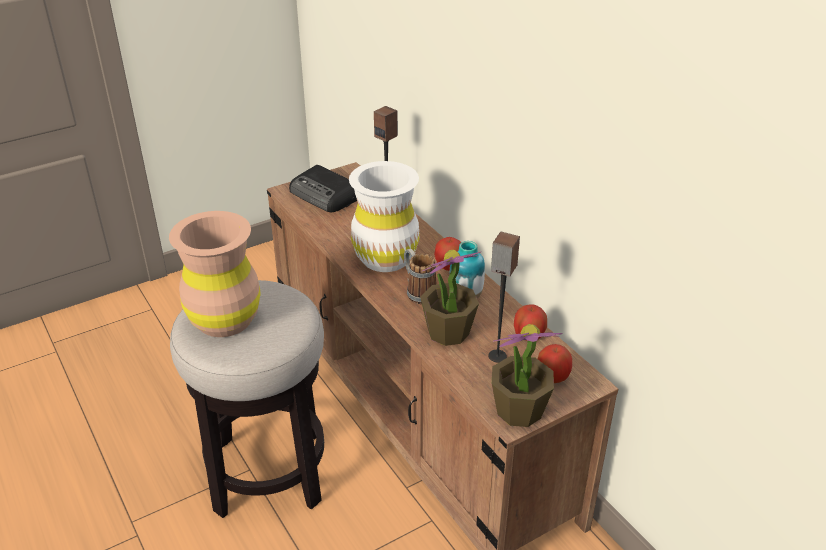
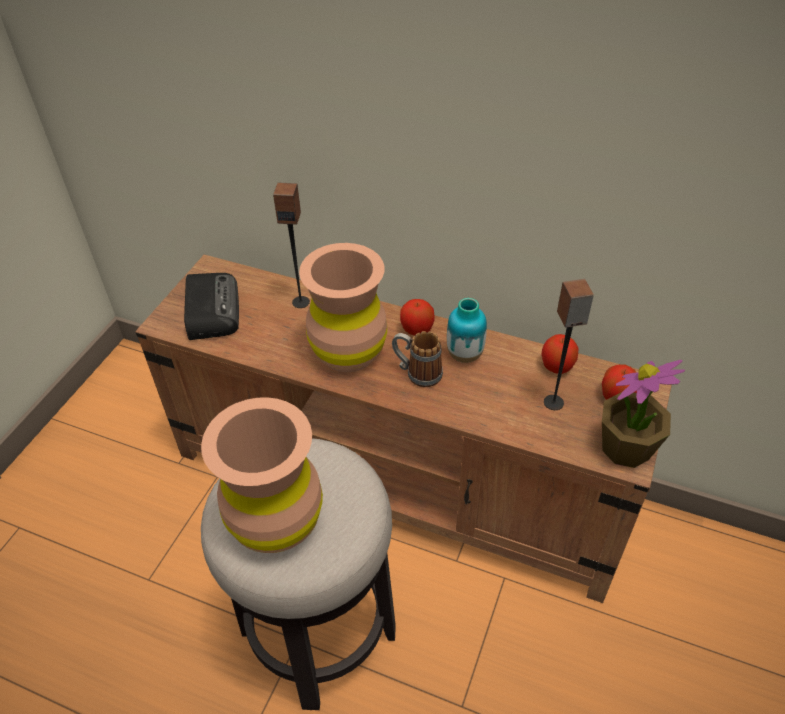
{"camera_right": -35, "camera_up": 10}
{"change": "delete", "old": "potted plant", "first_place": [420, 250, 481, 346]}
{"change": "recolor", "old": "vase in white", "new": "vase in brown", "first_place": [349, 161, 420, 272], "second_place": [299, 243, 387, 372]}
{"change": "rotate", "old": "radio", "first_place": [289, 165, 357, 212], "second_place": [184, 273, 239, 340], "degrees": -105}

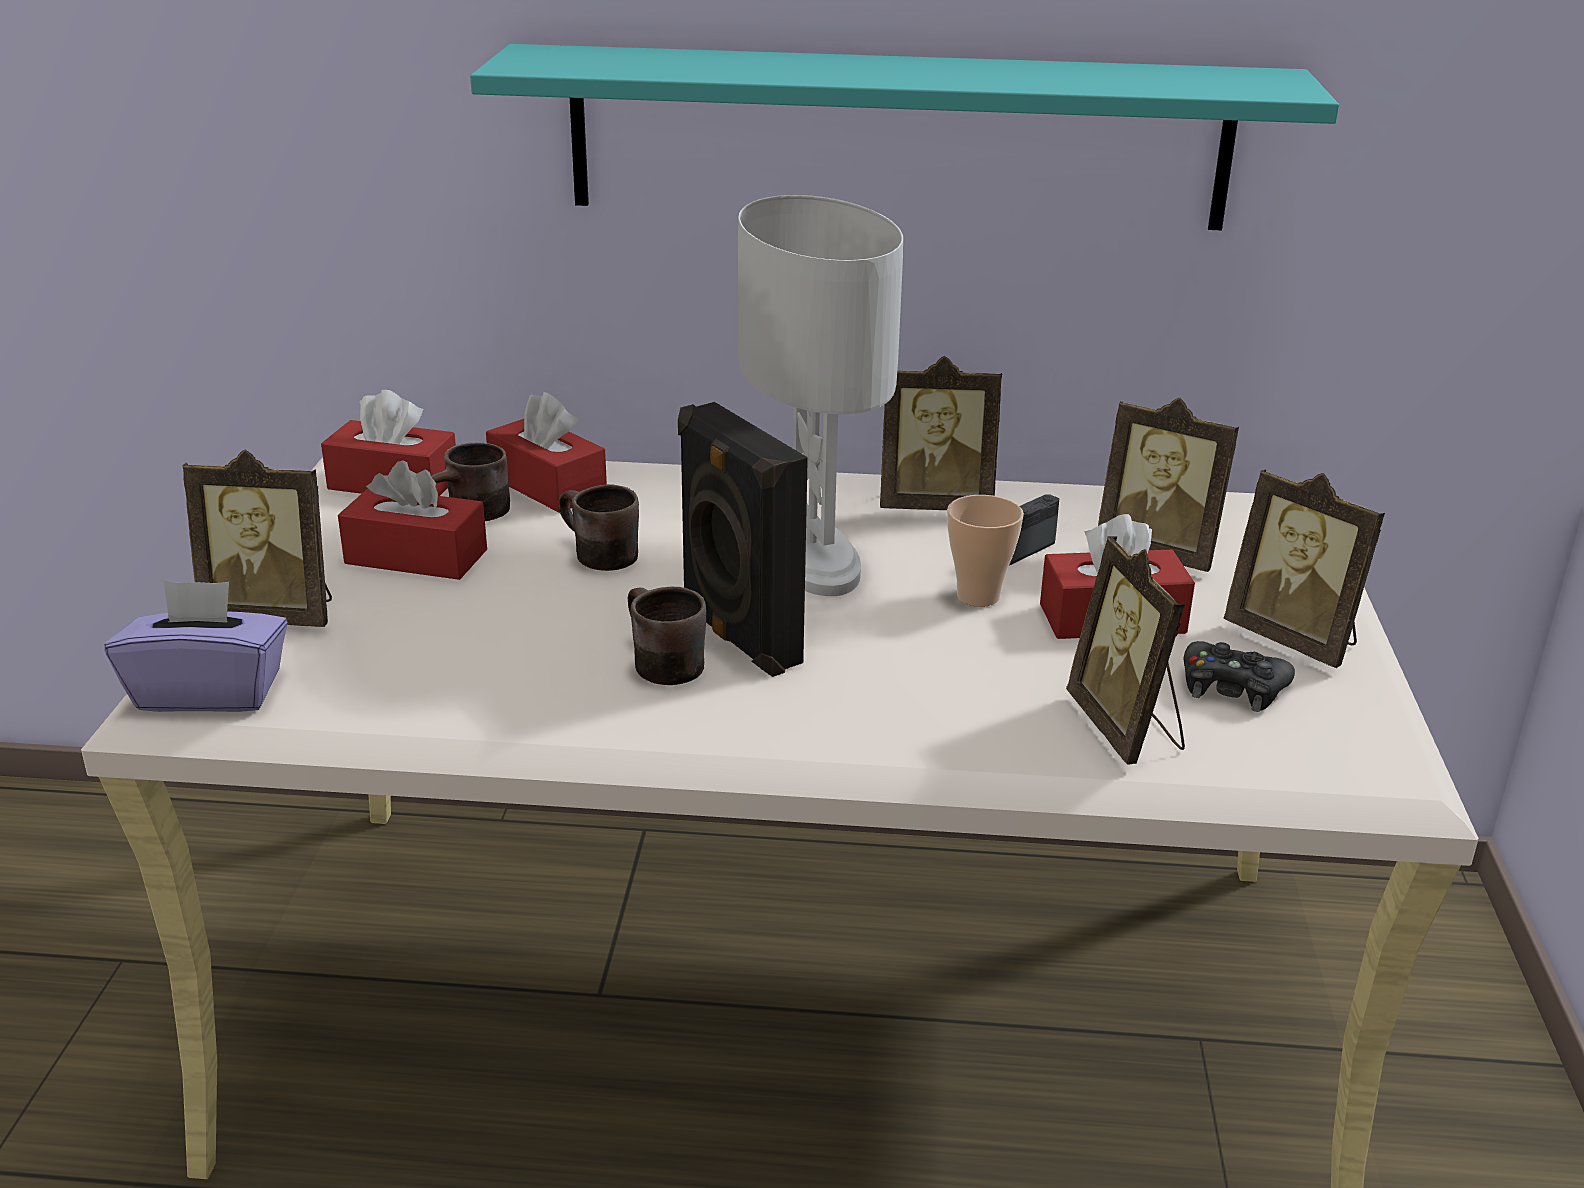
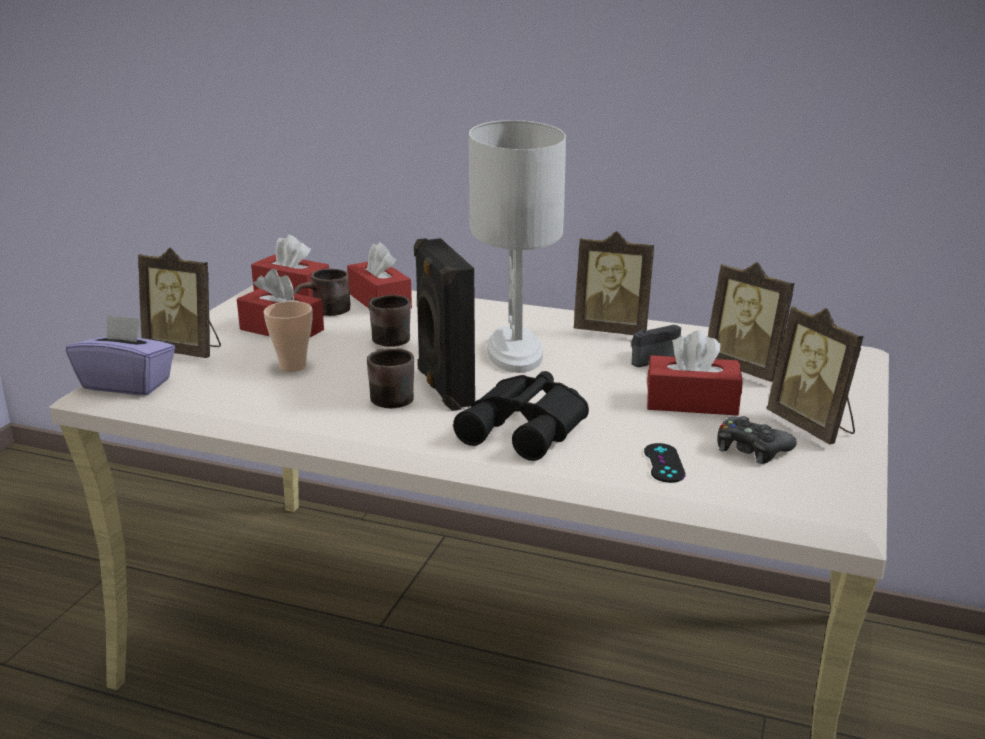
{"camera_right": 15, "camera_up": -5}
{"change": "delete", "old": "shelf in turquoise", "first_place": [470, 44, 1339, 231]}
{"change": "insert", "new": "binoculars in black", "second_place": [453, 371, 589, 461]}
{"change": "move", "old": "cup", "first_place": [947, 495, 1024, 607], "second_place": [264, 301, 313, 372]}
{"change": "replace", "old": "picture frame", "new": "game controller in black", "first_place": [1066, 536, 1185, 765], "second_place": [644, 443, 686, 483]}

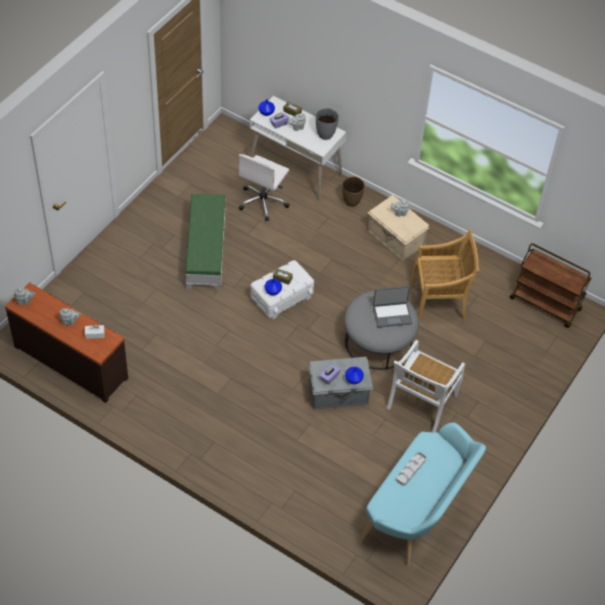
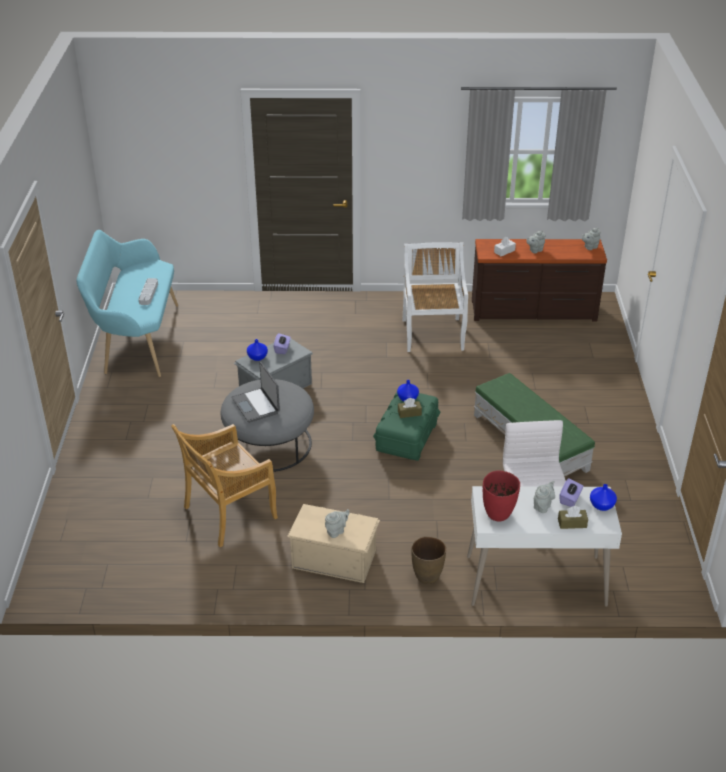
{"camera_right": 150, "camera_up": -15}
{"change": "delete", "old": "cart in brown", "first_place": [510, 243, 592, 328]}
{"change": "move", "old": "chair in white", "first_place": [387, 340, 465, 432], "second_place": [402, 242, 468, 352]}
{"change": "recolor", "old": "storage box in white", "new": "storage box in green", "first_place": [250, 260, 314, 320], "second_place": [373, 392, 441, 461]}
{"change": "recolor", "old": "vase in grey", "new": "vase in red", "first_place": [316, 108, 339, 140], "second_place": [483, 470, 520, 521]}
{"change": "rotate", "old": "laptop", "first_place": [373, 286, 412, 328], "second_place": [232, 362, 280, 423], "degrees": -75}

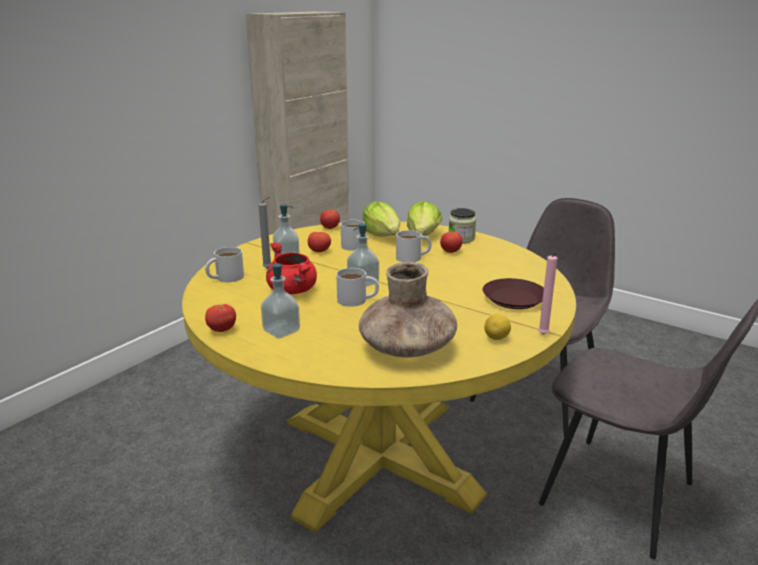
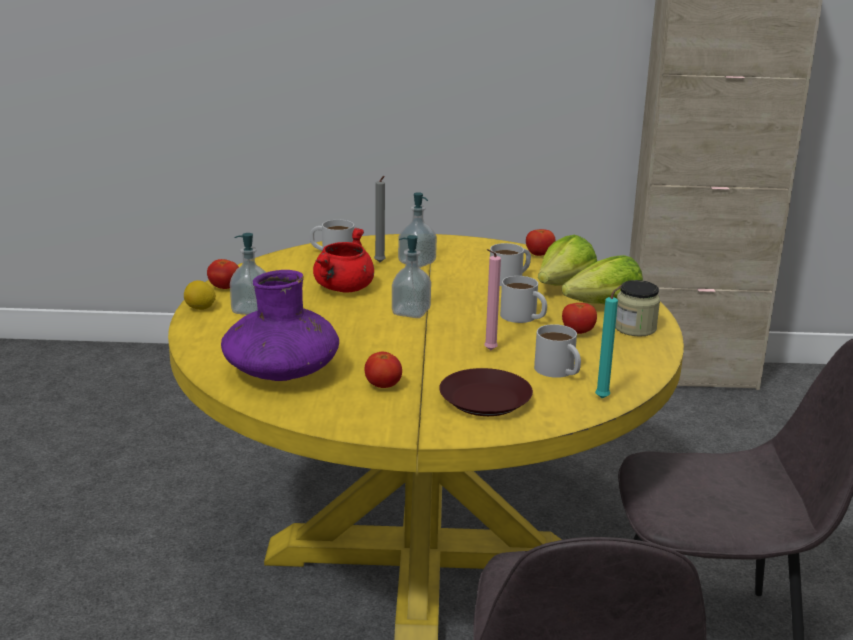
{"camera_right": 55, "camera_up": 0}
{"change": "insert", "new": "candle in turquoise", "second_place": [595, 285, 622, 399]}
{"change": "move", "old": "tomato", "first_place": [308, 232, 331, 252], "second_place": [365, 352, 402, 388]}
{"change": "move", "old": "mug in white", "first_place": [336, 268, 379, 307], "second_place": [534, 324, 581, 378]}
{"change": "move", "old": "lemon", "first_place": [484, 314, 511, 340], "second_place": [184, 280, 216, 310]}
{"change": "move", "old": "candle in pink", "first_place": [538, 251, 557, 335], "second_place": [484, 249, 501, 350]}
{"change": "recolor", "old": "vase in brown", "new": "vase in purple", "first_place": [359, 262, 457, 357], "second_place": [221, 270, 339, 381]}

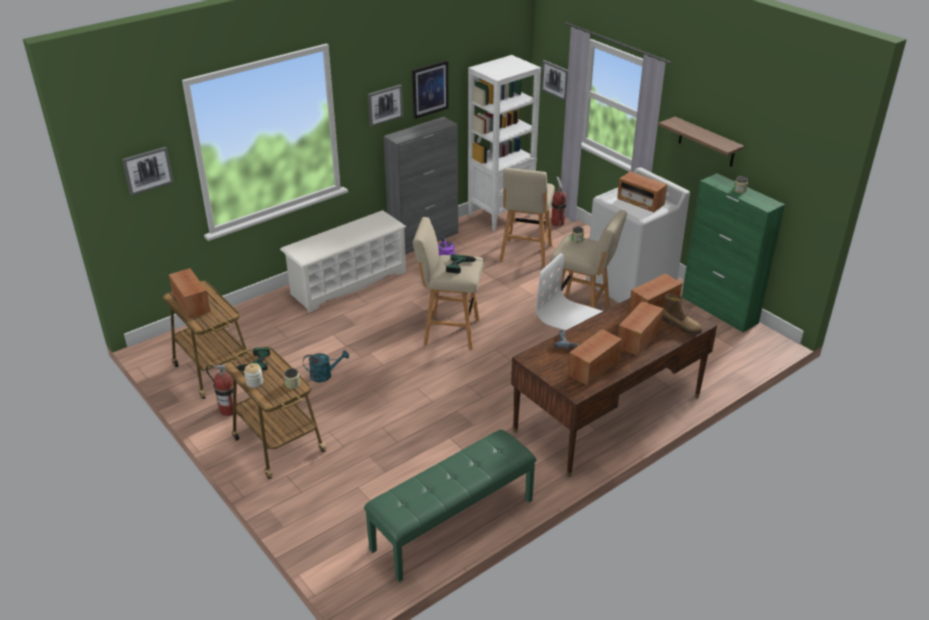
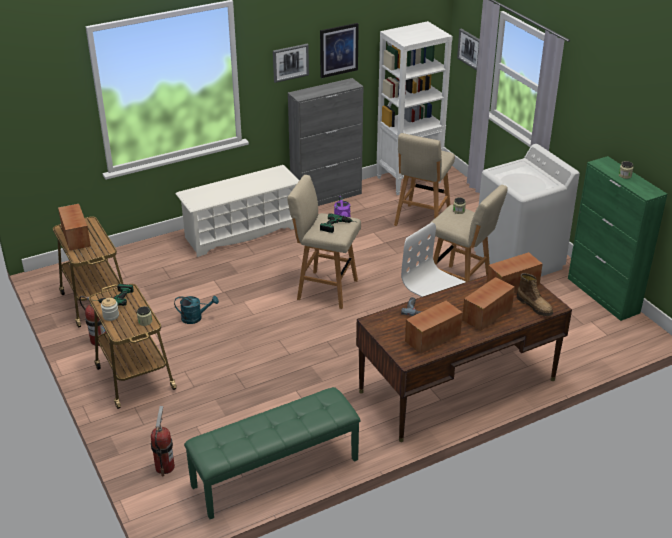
{"camera_right": 10, "camera_up": 0}
{"change": "delete", "old": "picture", "first_place": [122, 147, 174, 196]}
{"change": "delete", "old": "radio", "first_place": [617, 171, 667, 212]}
{"change": "delete", "old": "shelf", "first_place": [658, 117, 744, 167]}
{"change": "move", "old": "fire extinguisher", "first_place": [551, 177, 567, 227], "second_place": [151, 406, 175, 476]}

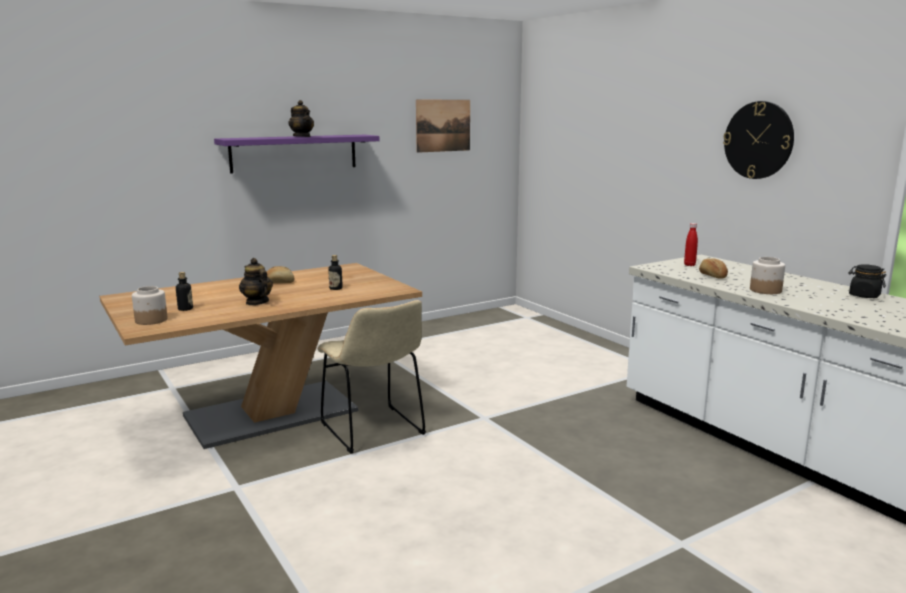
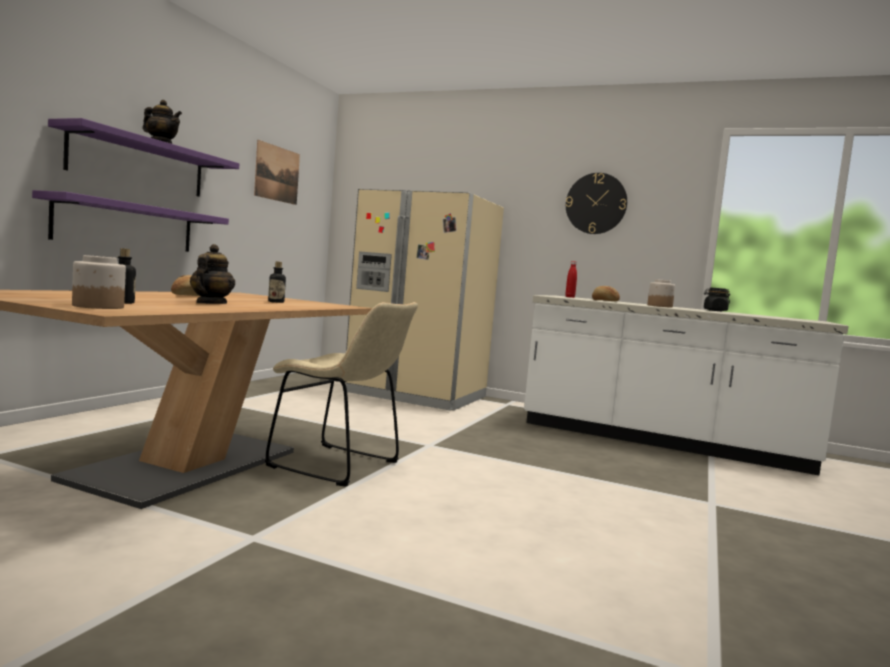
{"camera_right": -35, "camera_up": -10}
{"change": "insert", "new": "shelf in purple", "second_place": [32, 190, 229, 252]}
{"change": "insert", "new": "fridge in beige", "second_place": [345, 189, 504, 411]}
{"change": "rotate", "old": "teapot", "first_place": [239, 258, 273, 305], "second_place": [190, 244, 235, 304], "degrees": 75}

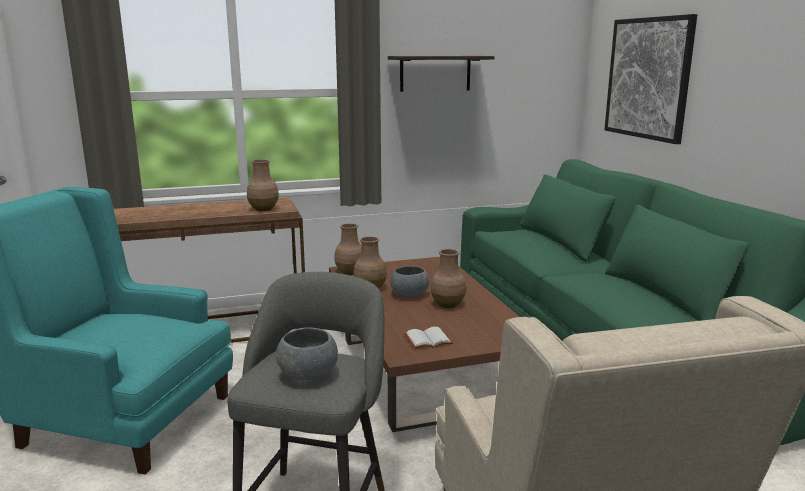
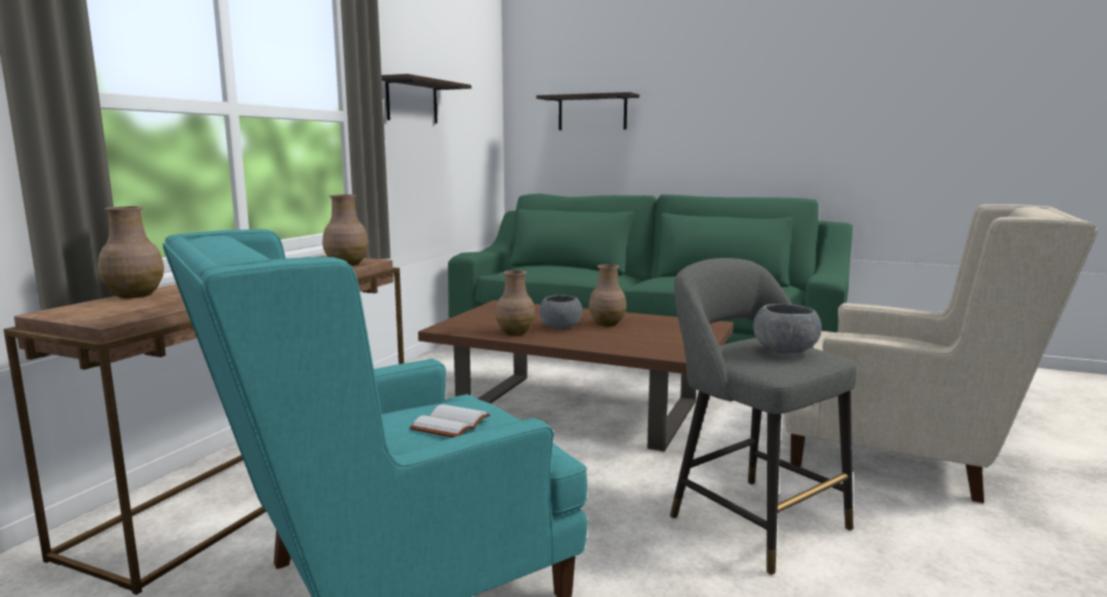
{"camera_right": -50, "camera_up": -5}
{"change": "move", "old": "vase in brown", "first_place": [334, 223, 361, 275], "second_place": [98, 206, 164, 298]}
{"change": "move", "old": "book in white", "first_place": [404, 327, 453, 349], "second_place": [409, 404, 490, 437]}
{"change": "replace", "old": "picture", "new": "shelf", "first_place": [604, 14, 697, 144], "second_place": [536, 92, 639, 130]}

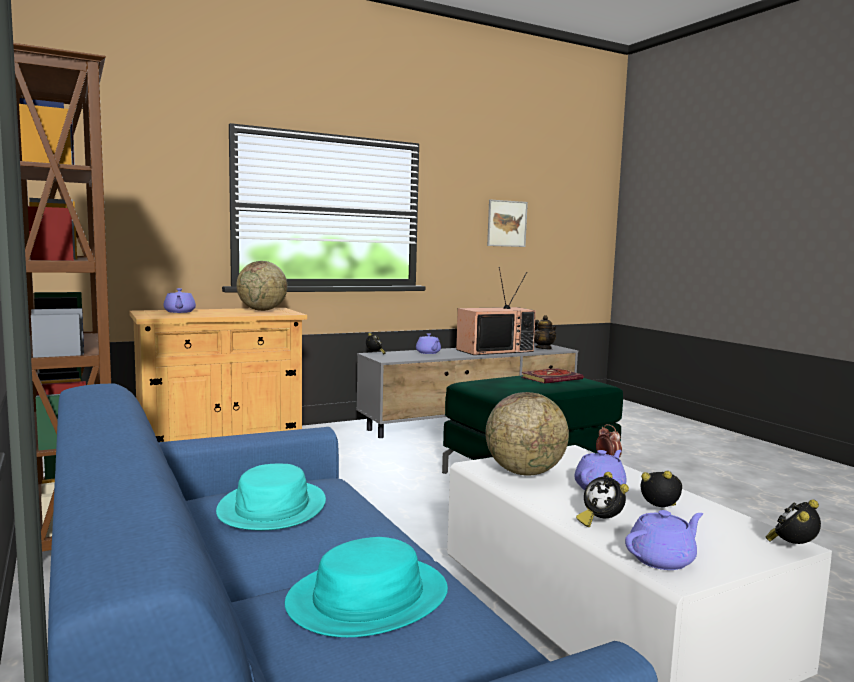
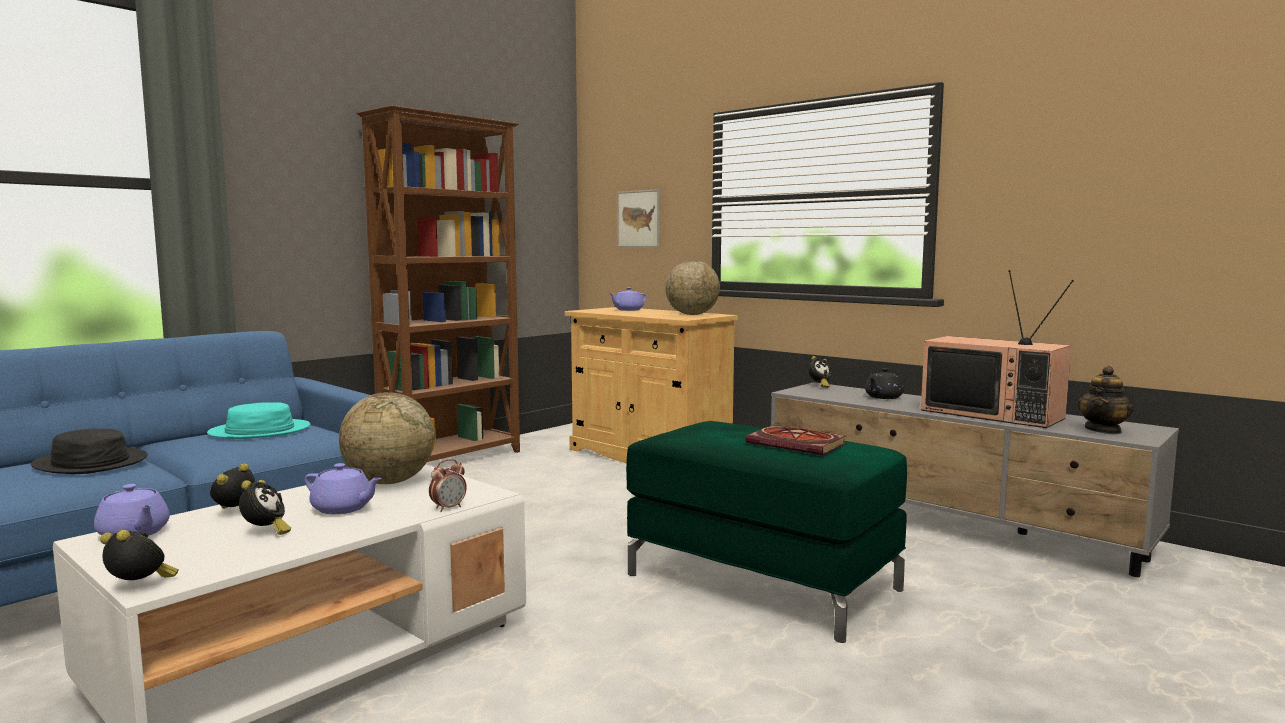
{"camera_right": 70, "camera_up": 0}
{"change": "move", "old": "picture", "first_place": [487, 200, 528, 247], "second_place": [617, 189, 660, 247]}
{"change": "recolor", "old": "hat in turquoise", "new": "hat in black", "first_place": [285, 537, 448, 637], "second_place": [31, 428, 148, 474]}
{"change": "recolor", "old": "teapot in purple", "new": "teapot in black", "first_place": [416, 333, 441, 354], "second_place": [865, 368, 904, 399]}

